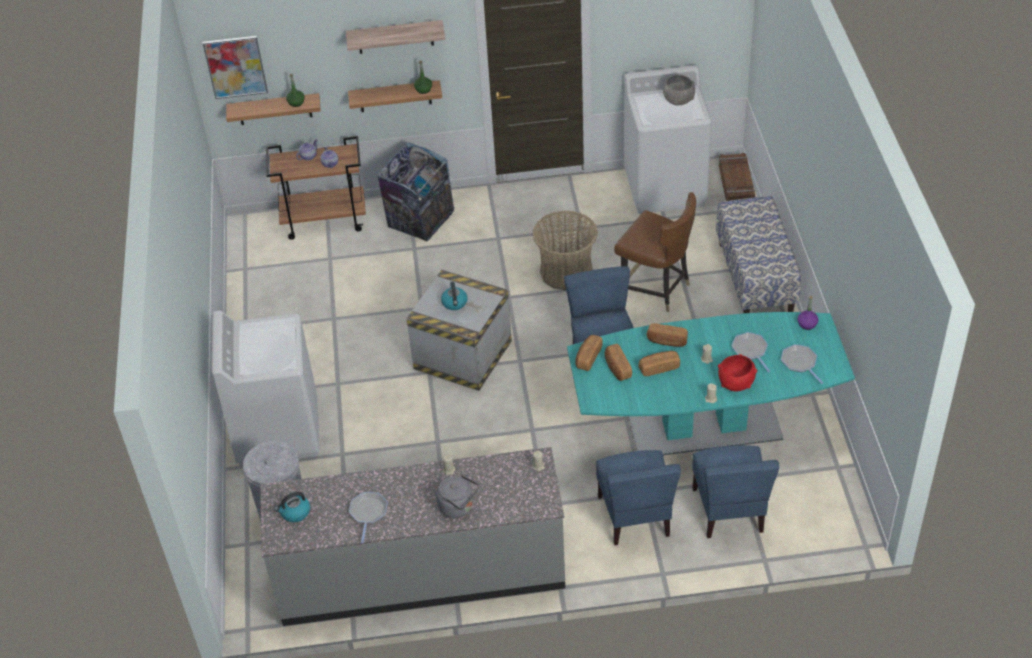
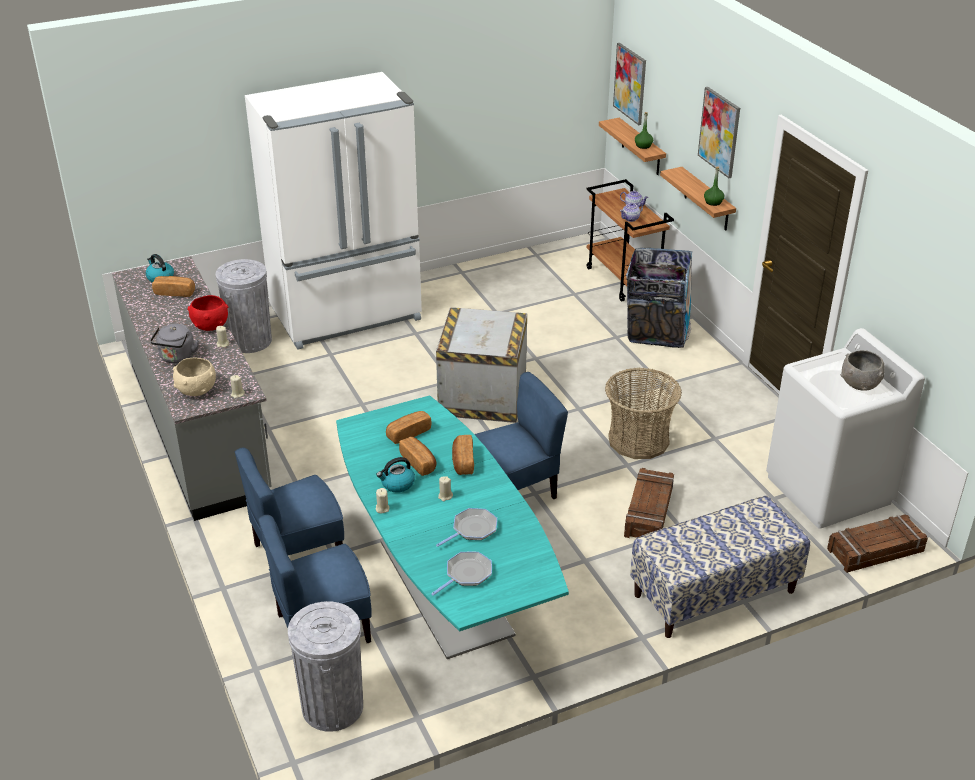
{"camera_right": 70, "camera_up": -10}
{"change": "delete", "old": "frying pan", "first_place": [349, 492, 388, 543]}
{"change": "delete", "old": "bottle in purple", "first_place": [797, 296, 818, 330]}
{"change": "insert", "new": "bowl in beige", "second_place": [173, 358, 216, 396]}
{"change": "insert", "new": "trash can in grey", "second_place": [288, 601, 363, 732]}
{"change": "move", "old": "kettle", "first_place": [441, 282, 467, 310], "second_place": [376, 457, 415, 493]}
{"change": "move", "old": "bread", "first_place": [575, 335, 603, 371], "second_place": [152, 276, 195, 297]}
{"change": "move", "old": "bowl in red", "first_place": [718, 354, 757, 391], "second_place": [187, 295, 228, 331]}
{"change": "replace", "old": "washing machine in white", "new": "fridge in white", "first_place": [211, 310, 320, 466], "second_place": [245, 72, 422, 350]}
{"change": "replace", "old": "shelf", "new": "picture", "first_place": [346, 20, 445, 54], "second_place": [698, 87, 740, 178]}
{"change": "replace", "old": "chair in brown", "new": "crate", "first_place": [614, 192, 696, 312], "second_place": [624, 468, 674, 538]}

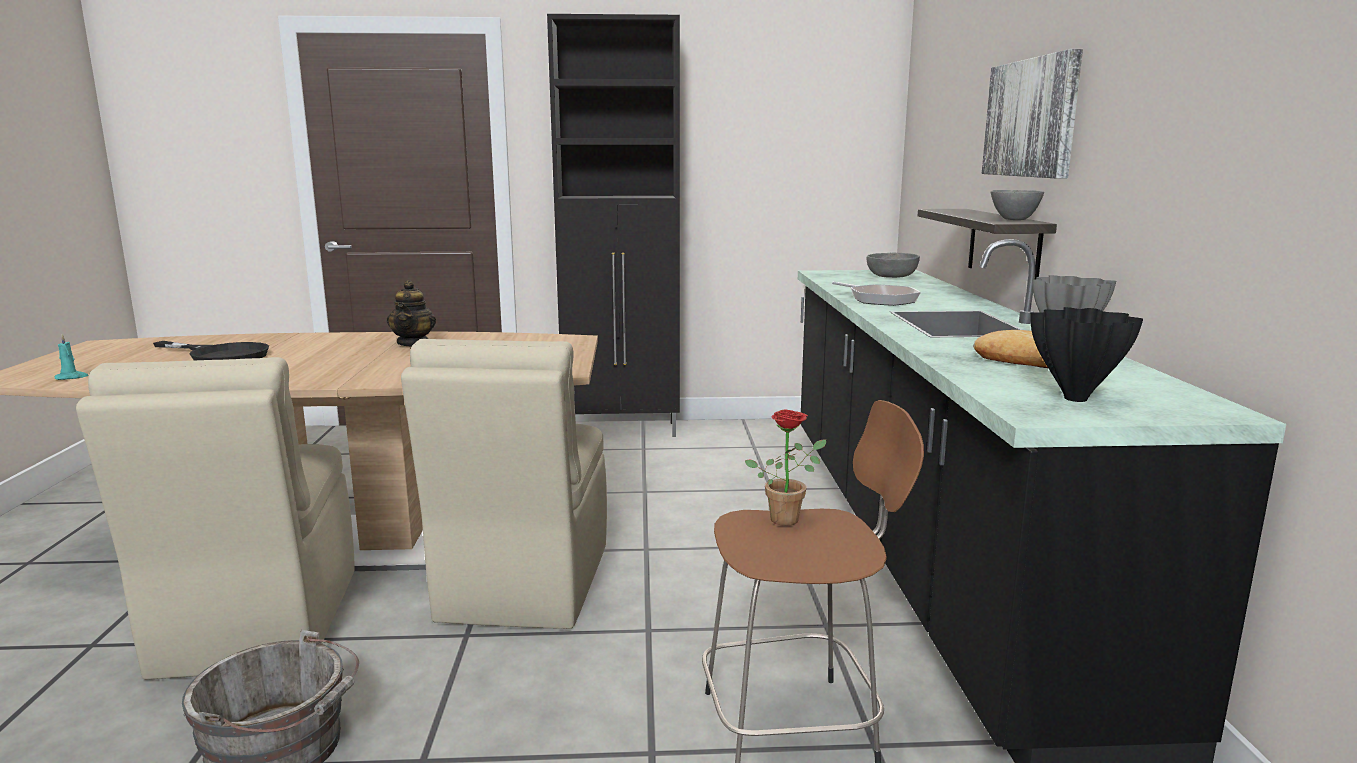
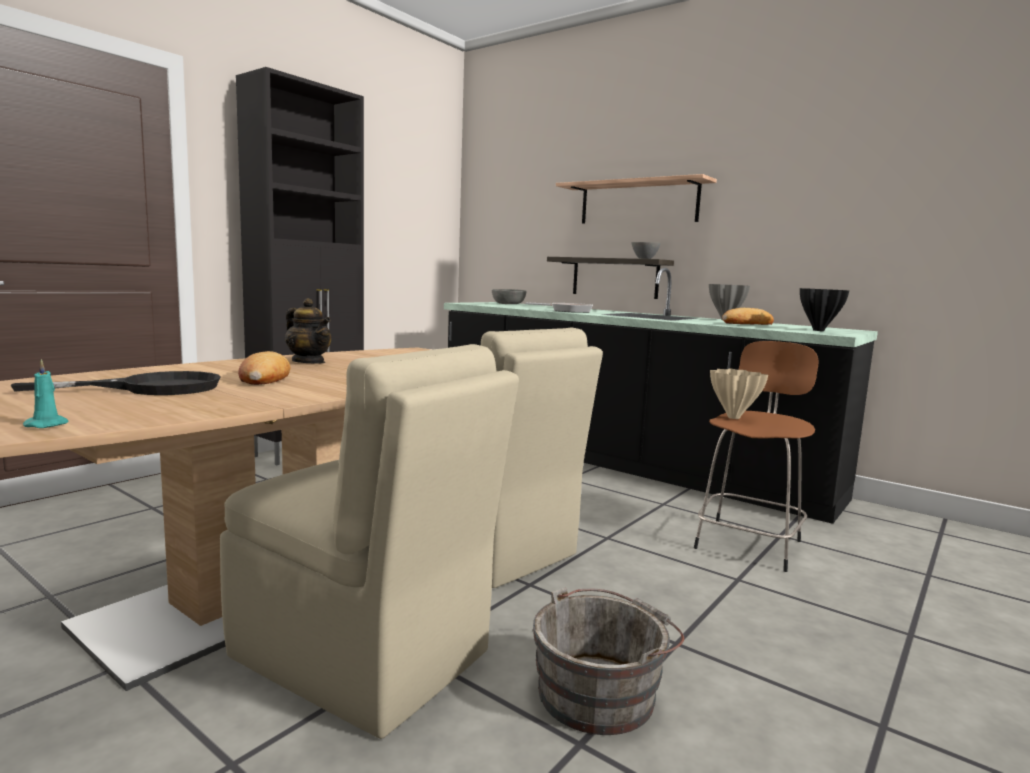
{"camera_right": -50, "camera_up": -5}
{"change": "insert", "new": "bread", "second_place": [238, 351, 290, 385]}
{"change": "replace", "old": "potted plant", "new": "vase in beige", "first_place": [745, 409, 826, 526], "second_place": [710, 369, 768, 419]}
{"change": "replace", "old": "picture", "new": "shelf", "first_place": [982, 49, 1083, 179], "second_place": [556, 174, 717, 224]}

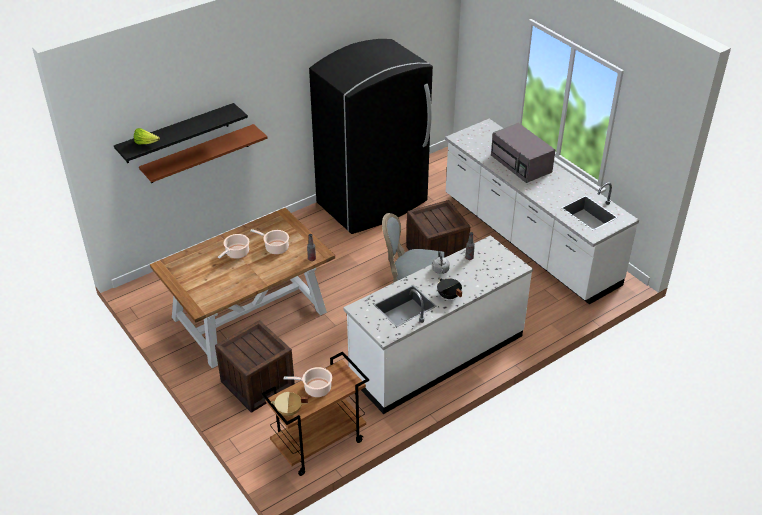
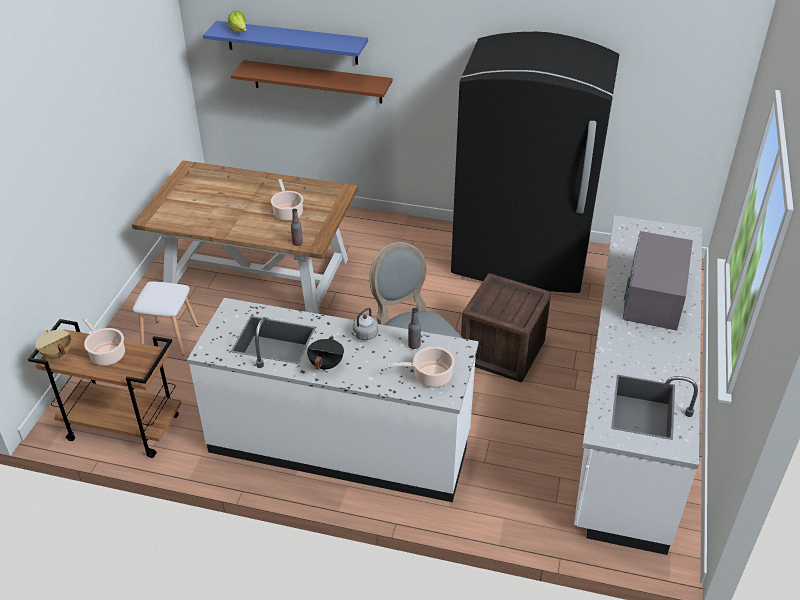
{"camera_right": 50, "camera_up": 0}
{"change": "move", "old": "cooking pot", "first_place": [218, 234, 249, 259], "second_place": [388, 347, 455, 388]}
{"change": "replace", "old": "crate", "new": "stool in white", "first_place": [215, 320, 295, 413], "second_place": [132, 281, 198, 355]}
{"change": "recolor", "old": "shelf in black", "new": "shelf in blue", "first_place": [114, 103, 248, 163], "second_place": [203, 21, 368, 65]}

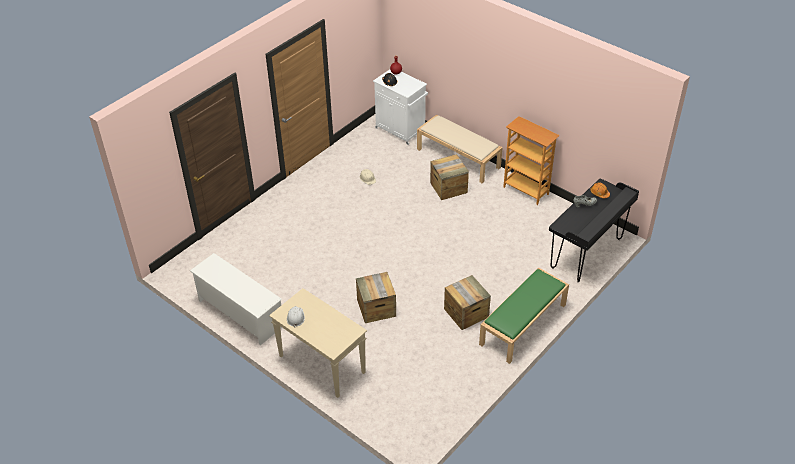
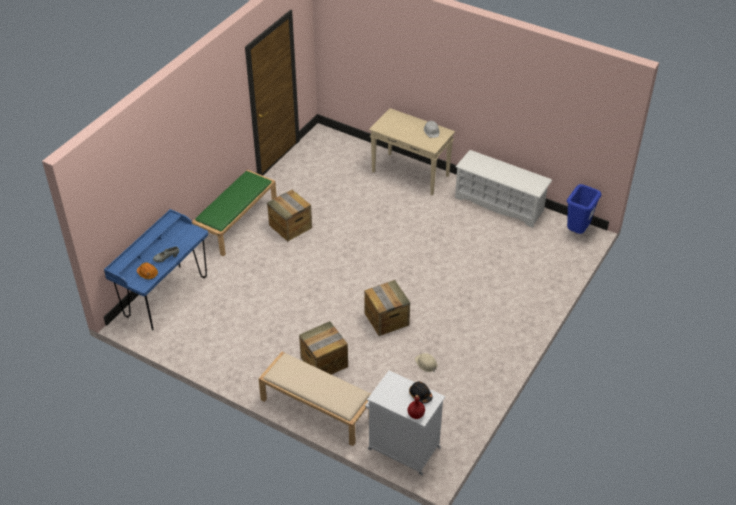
{"camera_right": 170, "camera_up": 0}
{"change": "delete", "old": "bookcase", "first_place": [503, 116, 560, 205]}
{"change": "insert", "new": "trash can in blue", "second_place": [567, 184, 602, 234]}
{"change": "move", "old": "crate", "first_place": [356, 272, 396, 323], "second_place": [364, 280, 410, 336]}
{"change": "recolor", "old": "desk in black", "new": "desk in blue", "first_place": [549, 179, 639, 283], "second_place": [104, 209, 208, 330]}

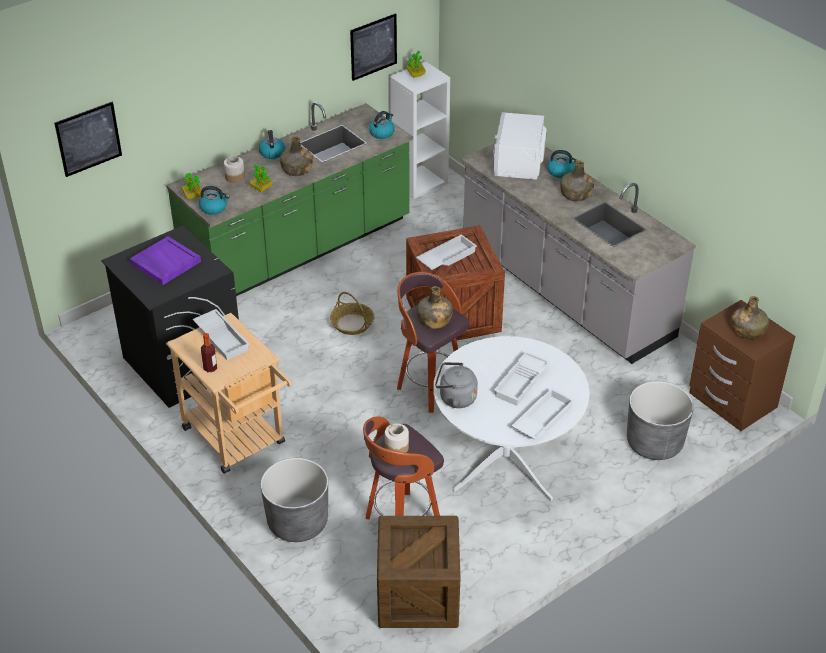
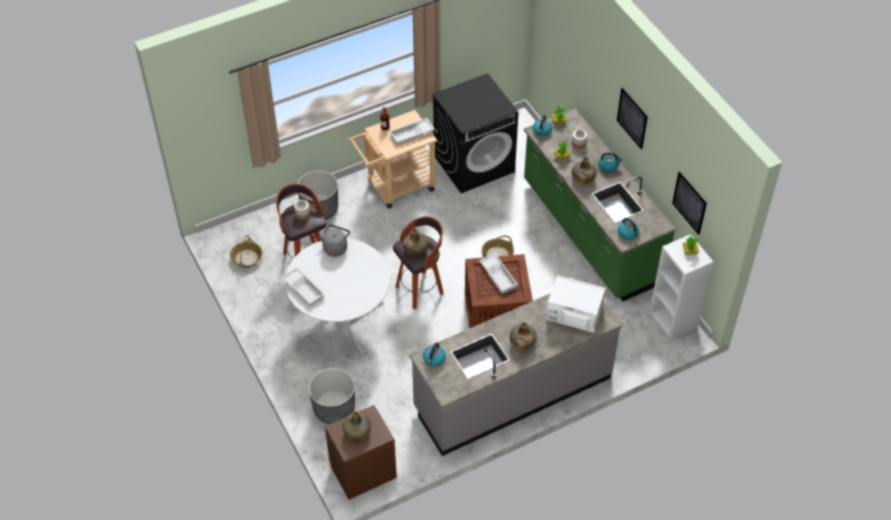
{"camera_right": 100, "camera_up": 10}
{"change": "delete", "old": "tray in purple", "first_place": [130, 236, 201, 285]}
{"change": "delete", "old": "tray in white", "first_place": [493, 351, 550, 406]}
{"change": "move", "old": "picture", "first_place": [54, 102, 122, 177], "second_place": [617, 88, 648, 149]}
{"change": "move", "old": "kettle", "first_place": [547, 150, 578, 178], "second_place": [423, 343, 446, 367]}
{"change": "replace", "old": "crate", "new": "basket", "first_place": [377, 516, 460, 628], "second_place": [230, 235, 262, 268]}

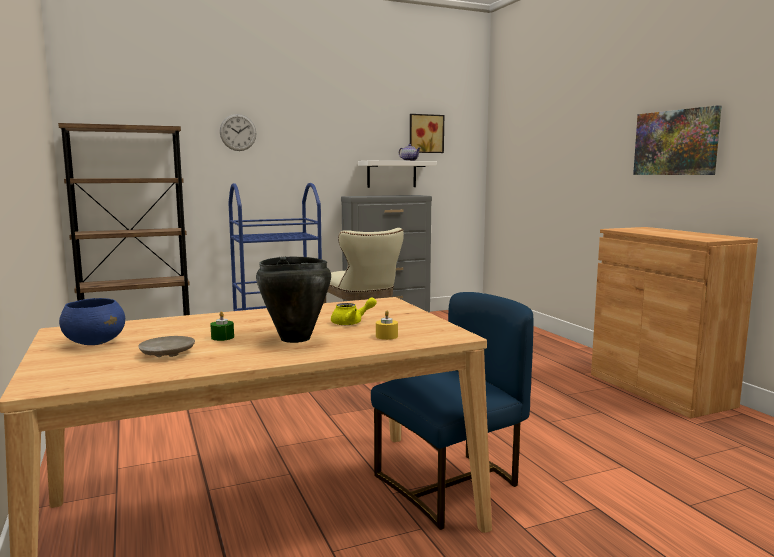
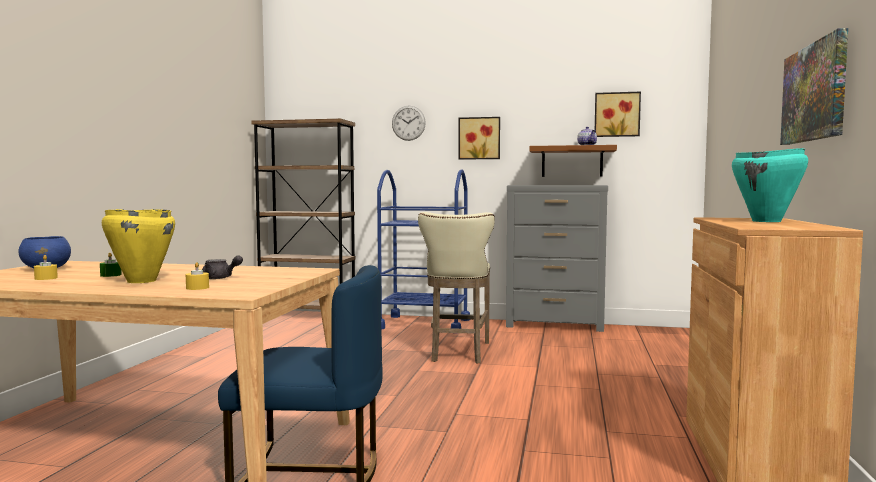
{"camera_right": 35, "camera_up": -5}
{"change": "insert", "new": "picture", "second_place": [458, 117, 500, 160]}
{"change": "insert", "new": "cooking pot in turquoise", "second_place": [732, 148, 808, 222]}
{"change": "replace", "old": "plate in beige", "new": "candle in yellow", "first_place": [138, 336, 195, 357], "second_place": [34, 255, 58, 280]}
{"change": "recolor", "old": "cooking pot in black", "new": "cooking pot in yellow", "first_place": [256, 256, 331, 343], "second_place": [102, 209, 175, 283]}
{"change": "recolor", "old": "teapot in yellow", "new": "teapot in grey", "first_place": [331, 297, 377, 325], "second_place": [202, 256, 243, 279]}
{"change": "recolor", "old": "shelf in white", "new": "shelf in brown", "first_place": [358, 161, 437, 188], "second_place": [529, 145, 617, 177]}

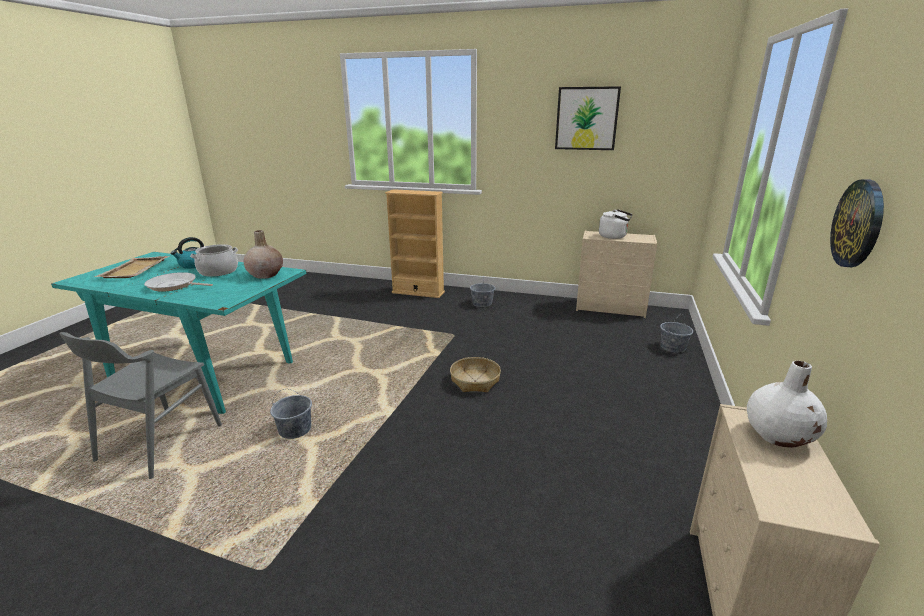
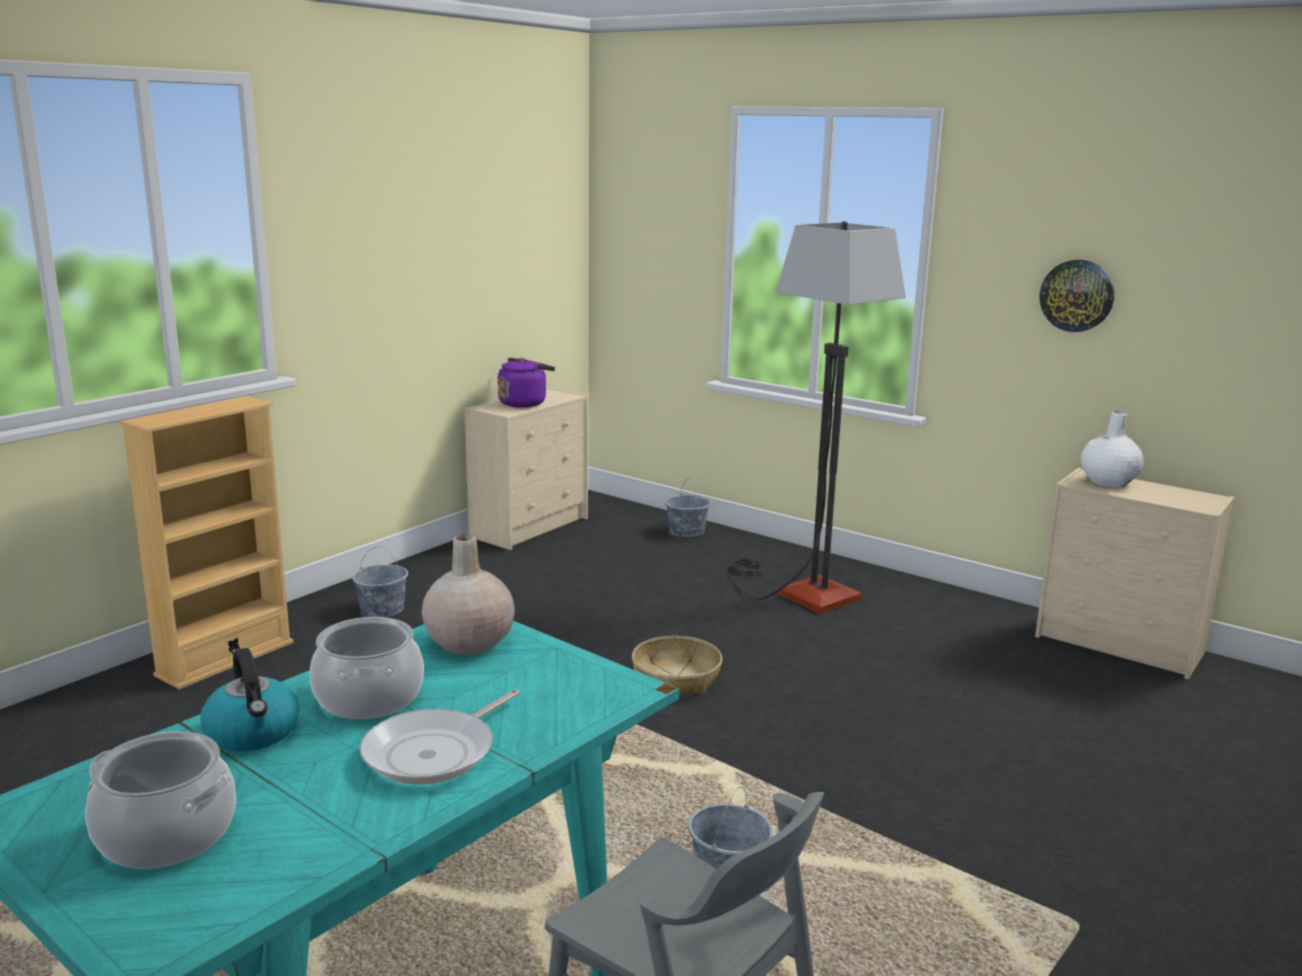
{"camera_right": -70, "camera_up": -5}
{"change": "delete", "old": "picture", "first_place": [555, 86, 621, 150]}
{"change": "insert", "new": "floor lamp", "second_place": [726, 221, 906, 614]}
{"change": "replace", "old": "tray in beige", "new": "cooking pot", "first_place": [95, 256, 169, 278], "second_place": [85, 731, 236, 869]}
{"change": "recolor", "old": "kettle in white", "new": "kettle in purple", "first_place": [599, 209, 633, 239], "second_place": [498, 358, 555, 408]}

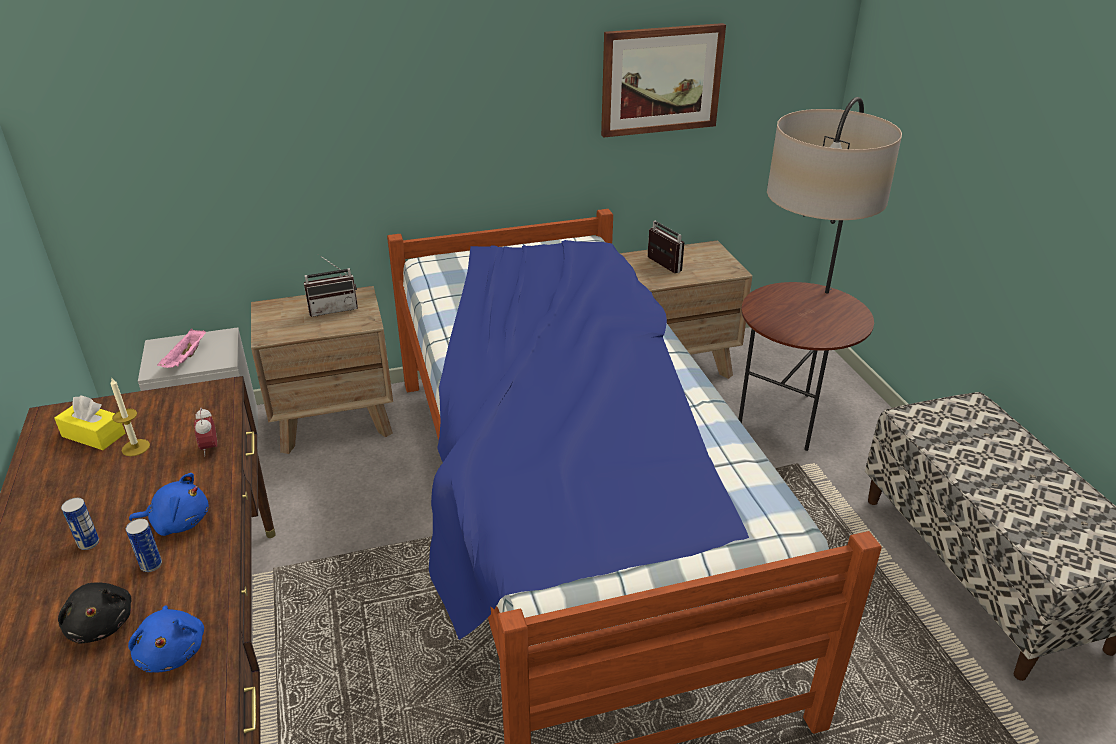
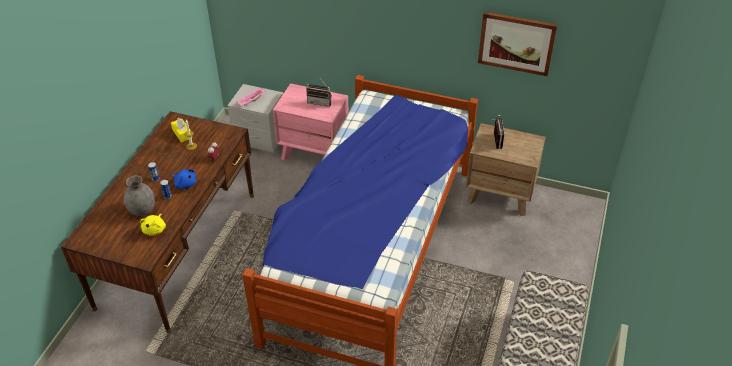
{"camera_right": 35, "camera_up": 10}
{"change": "delete", "old": "floor lamp", "first_place": [739, 97, 902, 451]}
{"change": "replace", "old": "plush toy in black", "new": "vase in grey", "first_place": [58, 583, 132, 644], "second_place": [124, 175, 155, 216]}
{"change": "recolor", "old": "plush toy in blue", "new": "plush toy in yellow", "first_place": [128, 605, 204, 672], "second_place": [140, 214, 166, 236]}
{"change": "recolor", "old": "nightstand in brown", "new": "nightstand in pink", "first_place": [251, 286, 393, 454], "second_place": [273, 83, 349, 161]}

